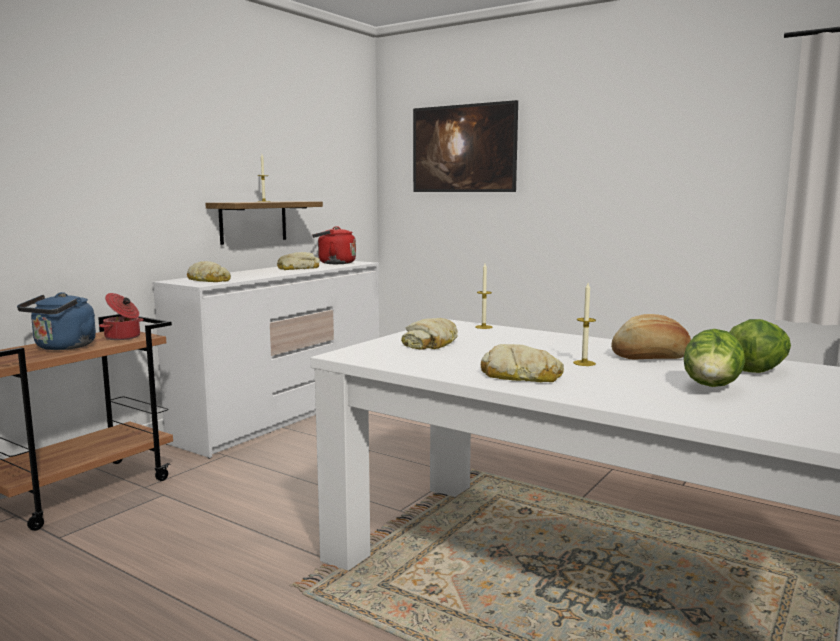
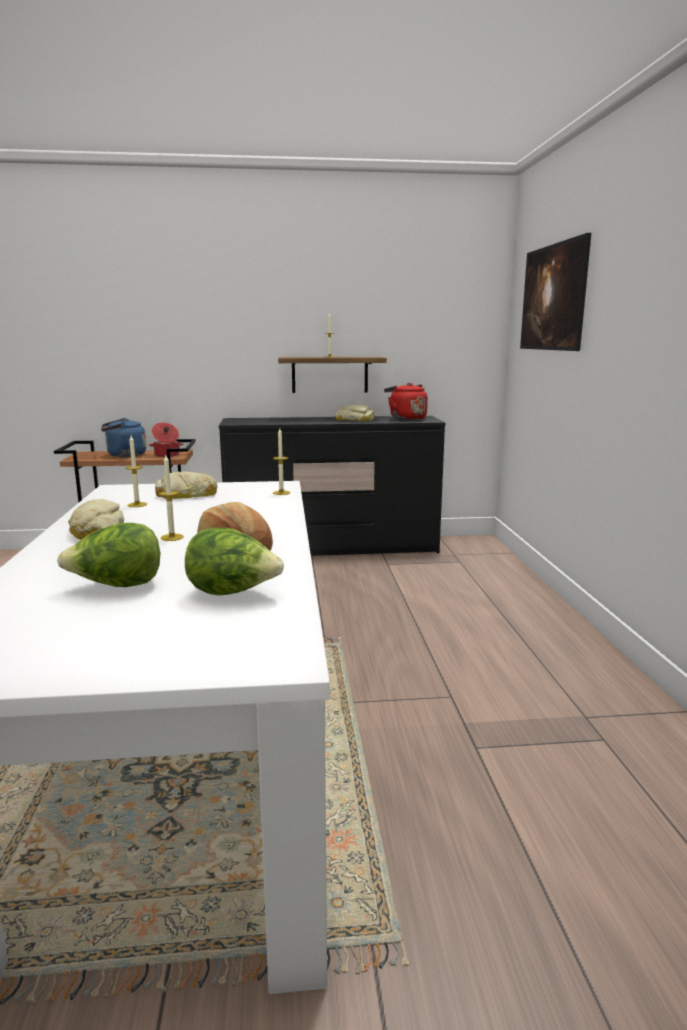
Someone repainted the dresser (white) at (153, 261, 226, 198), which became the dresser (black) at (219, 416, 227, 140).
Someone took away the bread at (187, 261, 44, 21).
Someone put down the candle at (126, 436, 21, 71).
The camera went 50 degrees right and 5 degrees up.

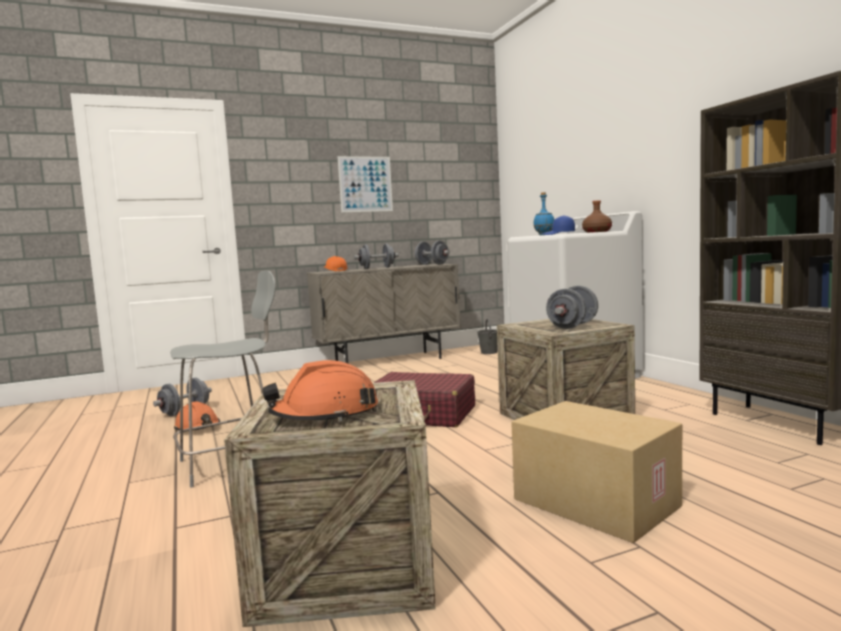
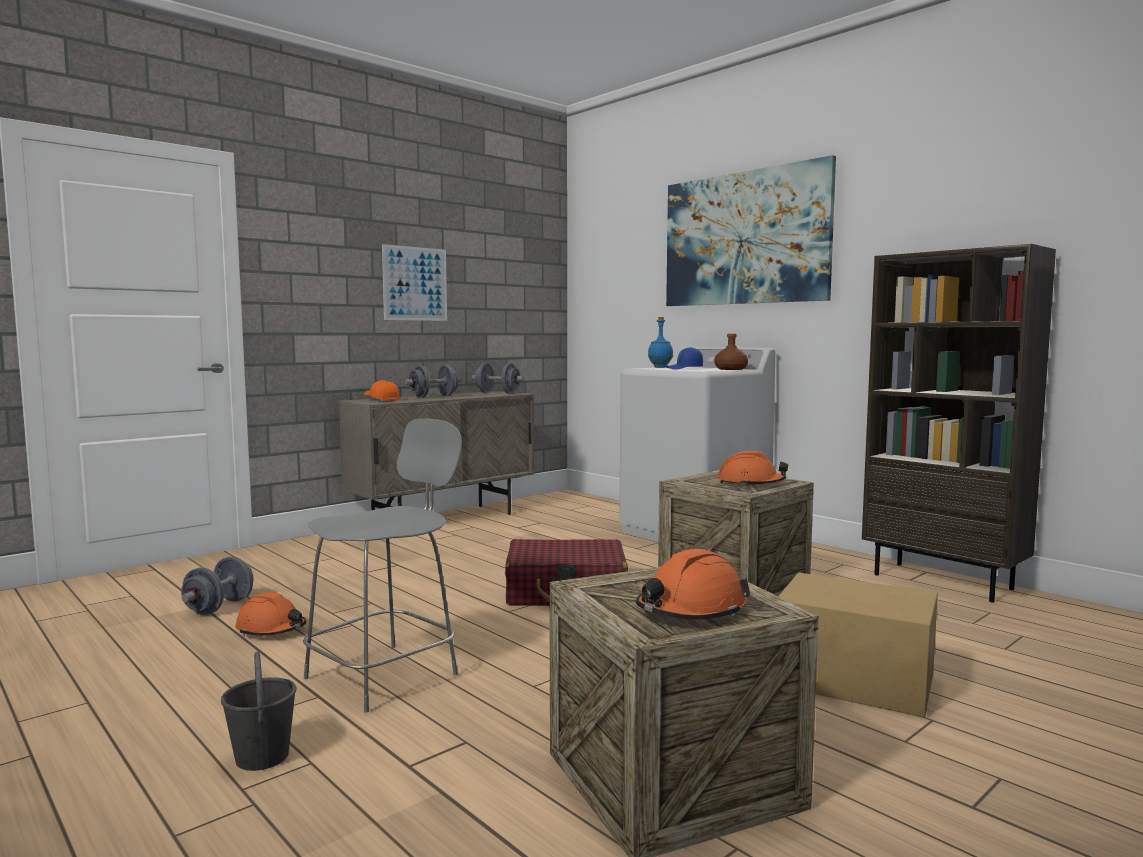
Someone carried the bucket (grey) from (477, 318, 21, 36) to (221, 652, 75, 119).
Someone swapped the dumbbell (grey) at (546, 286, 52, 43) for the hard hat (orange) at (718, 451, 70, 35).
Someone put up the picture at (666, 155, 170, 151).
The camera went 20 degrees left and 0 degrees up.

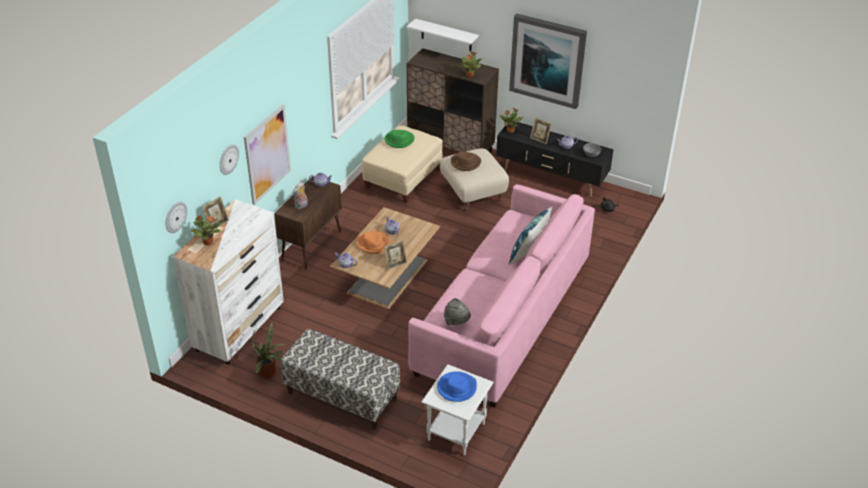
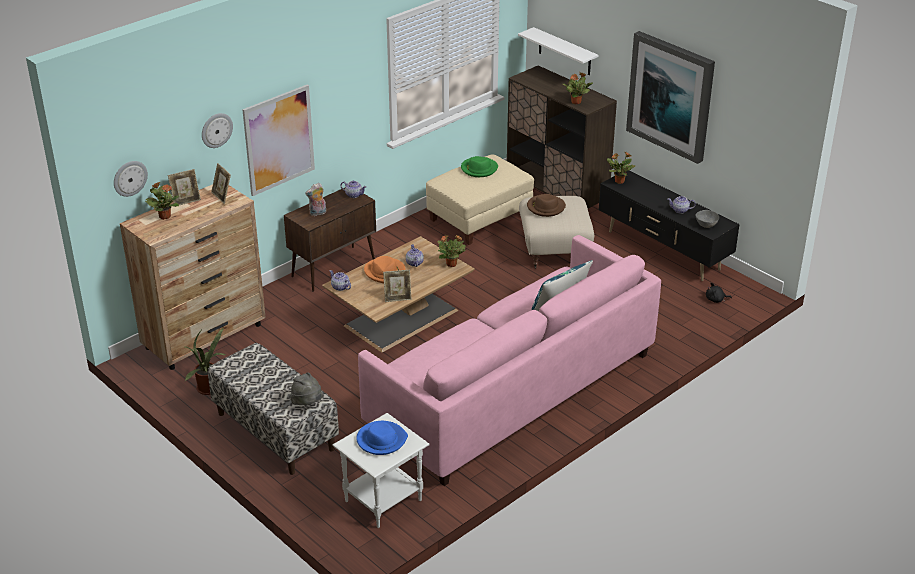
Someone repainted the dresser (white) at (173, 199, 111, 165), which became the dresser (brown) at (120, 184, 146, 186).
Someone carried the hat (grey) from (444, 298, 27, 27) to (290, 372, 32, 33).
Someone carried the picture frame from (530, 117, 22, 27) to (211, 163, 20, 41).
Someone put down the potted plant at (437, 235, 29, 32).
The camera went 20 degrees right and 5 degrees down.

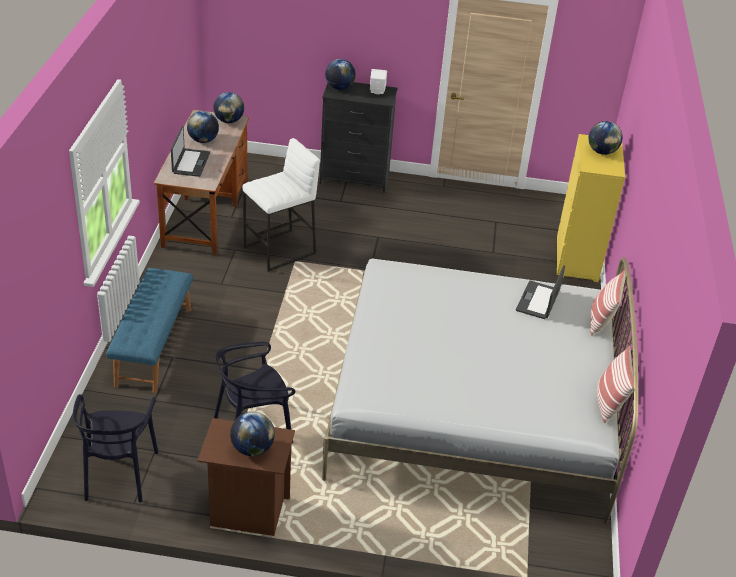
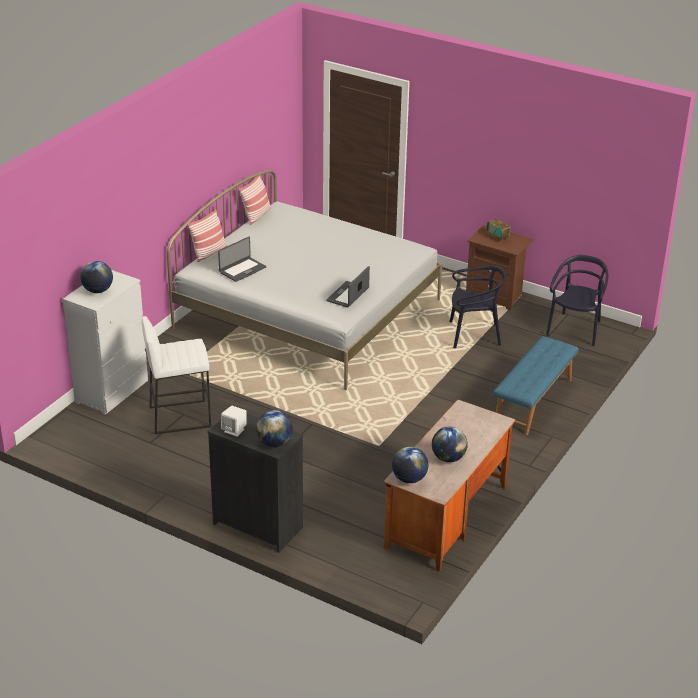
Someone carried the laptop from (171, 126, 39, 51) to (326, 266, 44, 42).
Someone swapped the globe at (230, 412, 45, 44) for the radio at (486, 215, 25, 27).
Someone carried the stool (white) from (242, 138, 78, 134) to (142, 316, 69, 118).
Someone repainted the dresser (yellow) at (557, 134, 68, 148), which became the dresser (white) at (63, 270, 85, 144).
The camera went 155 degrees left and 5 degrees down.

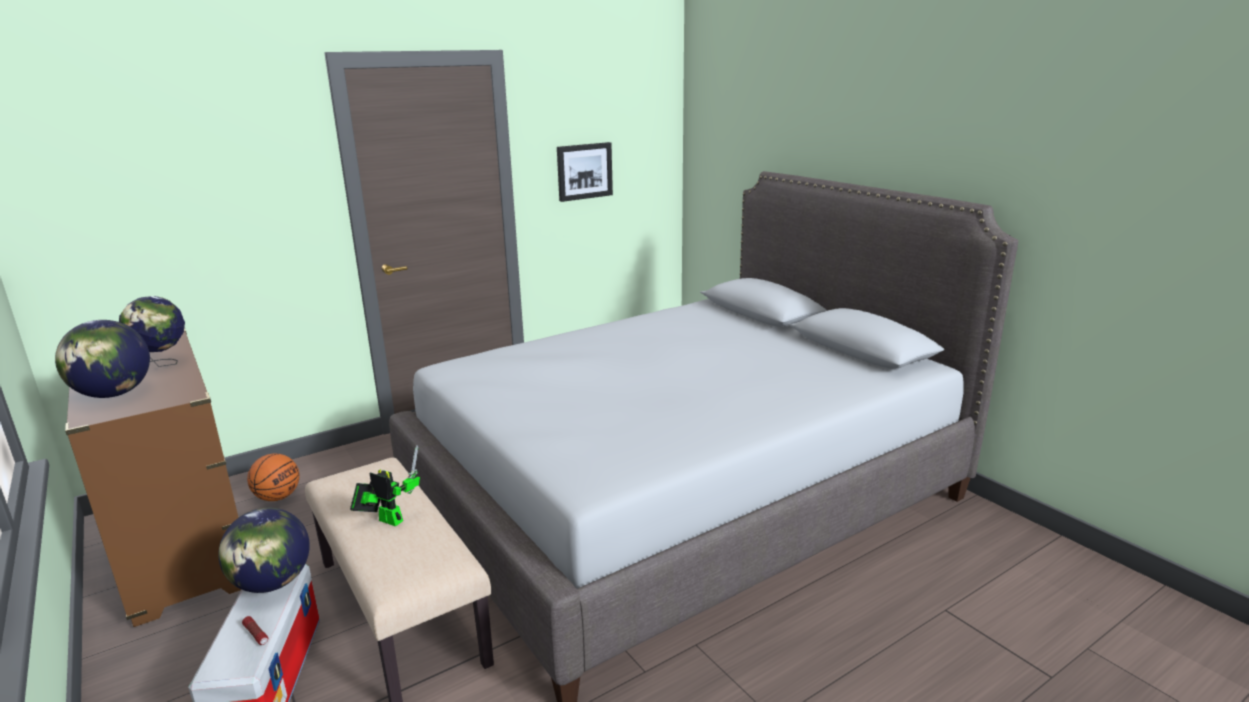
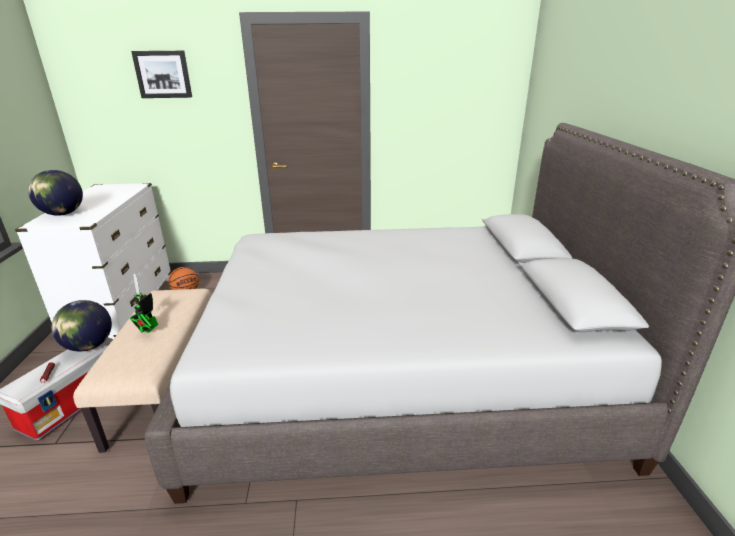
Someone repainted the dresser (brown) at (65, 327, 176, 300), which became the dresser (white) at (15, 183, 156, 156).
Someone took away the globe at (119, 296, 66, 71).
Someone rotated the toy robot at (350, 445, 70, 82) by 135 degrees counterclockwise.
Someone carried the picture from (557, 142, 56, 60) to (131, 51, 61, 47).
The camera went 30 degrees right and 5 degrees up.

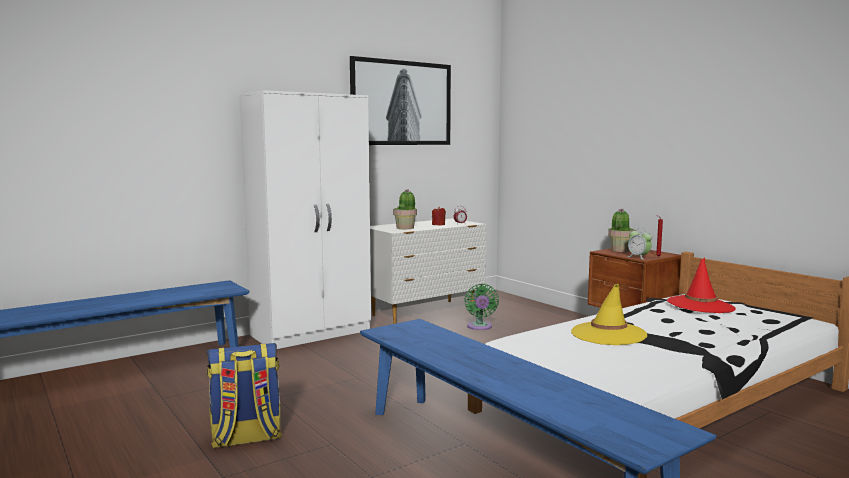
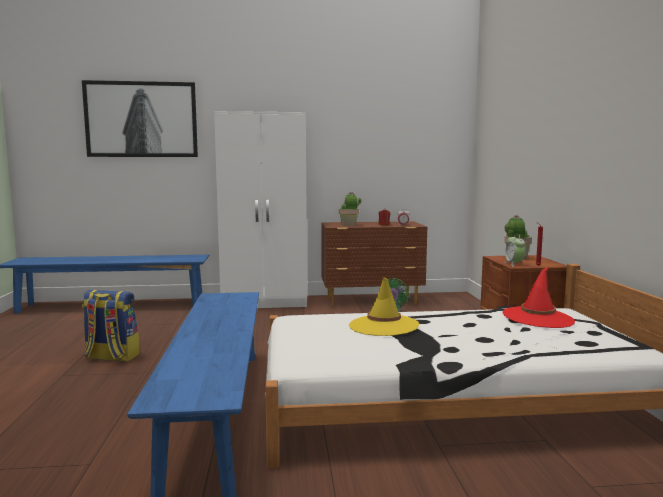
Someone carried the picture from (350, 56, 101, 89) to (82, 80, 116, 77).
Someone repainted the dresser (white) at (370, 219, 116, 105), which became the dresser (brown) at (321, 221, 106, 85).
The camera went 30 degrees right and 0 degrees up.

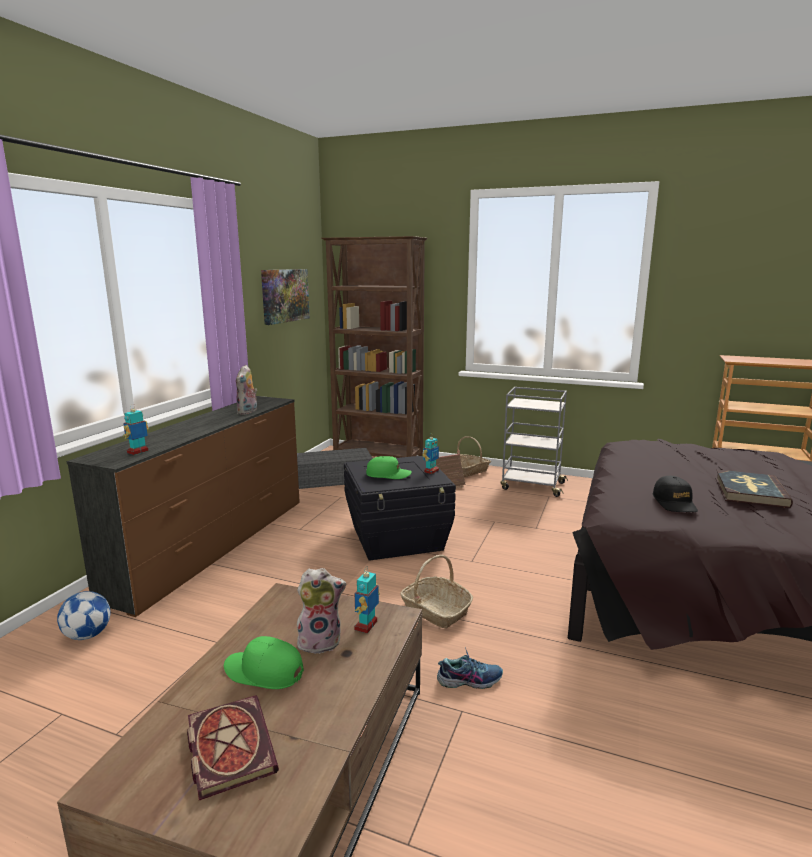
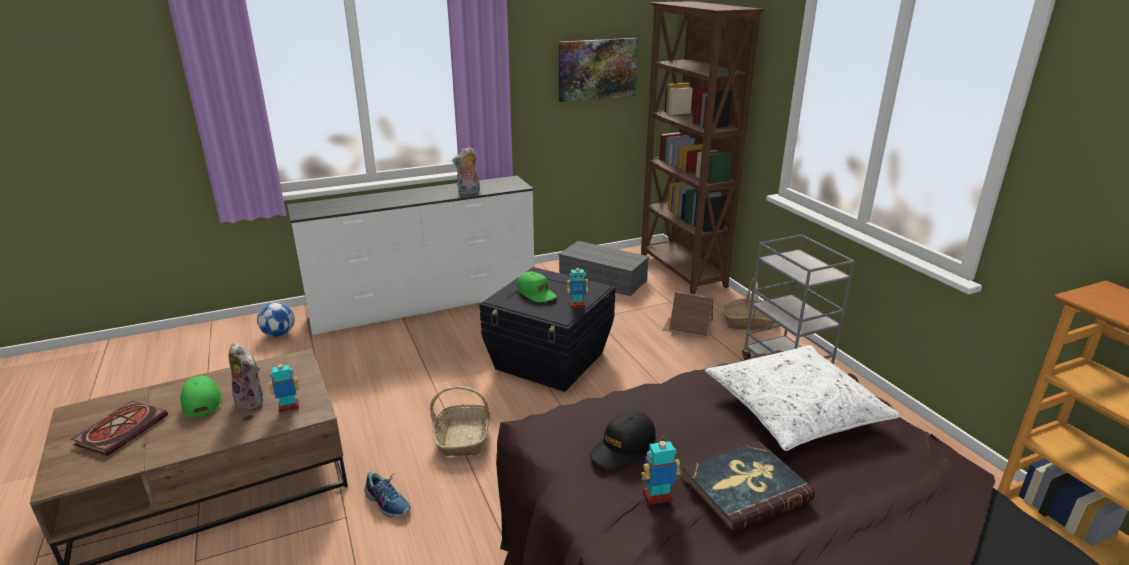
Someone repainted the dresser (brown) at (66, 396, 234, 221), which became the dresser (white) at (287, 176, 247, 159).
Someone carried the toy robot from (123, 404, 26, 51) to (641, 436, 39, 69).
Someone put down the pillow (white) at (705, 345, 196, 106).
The camera went 45 degrees right and 10 degrees up.

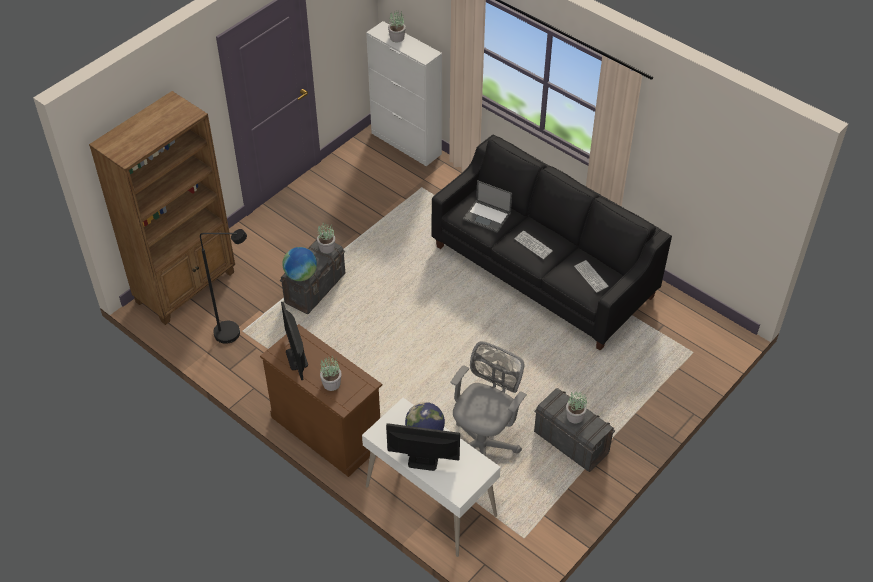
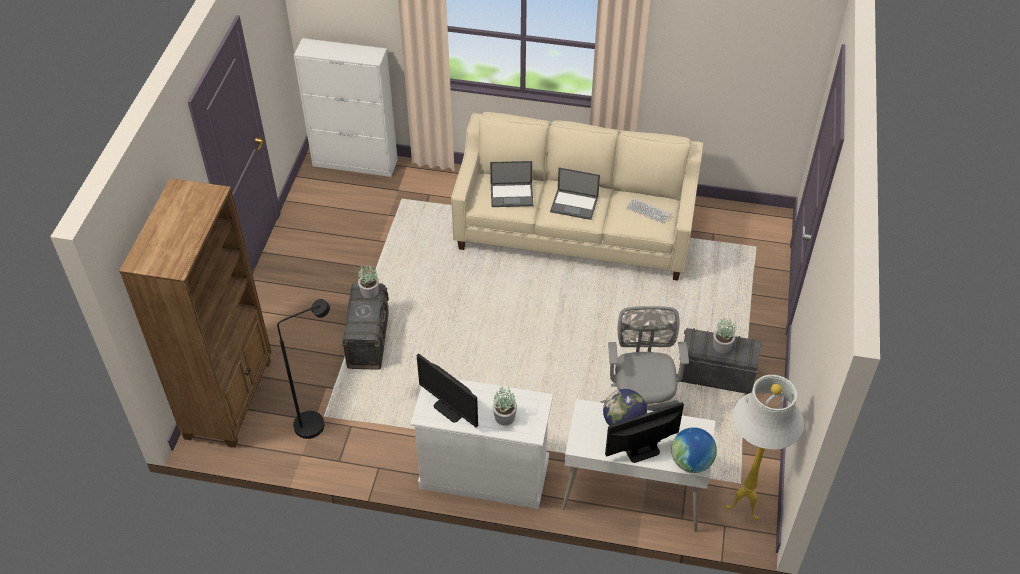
Someone repainted the dresser (brown) at (260, 324, 122, 153), which became the dresser (white) at (410, 379, 143, 130).
Someone carried the globe from (282, 247, 35, 34) to (671, 427, 46, 46).
Someone took away the potted plant at (388, 10, 18, 32).
Someone repainted the sofa (black) at (431, 135, 241, 216), which became the sofa (beige) at (451, 112, 252, 168).
Someone swapped the keyboard at (514, 230, 39, 29) for the laptop at (550, 167, 50, 53).
Someone put down the floor lamp (white) at (725, 375, 79, 145).
The camera went 30 degrees left and 0 degrees up.

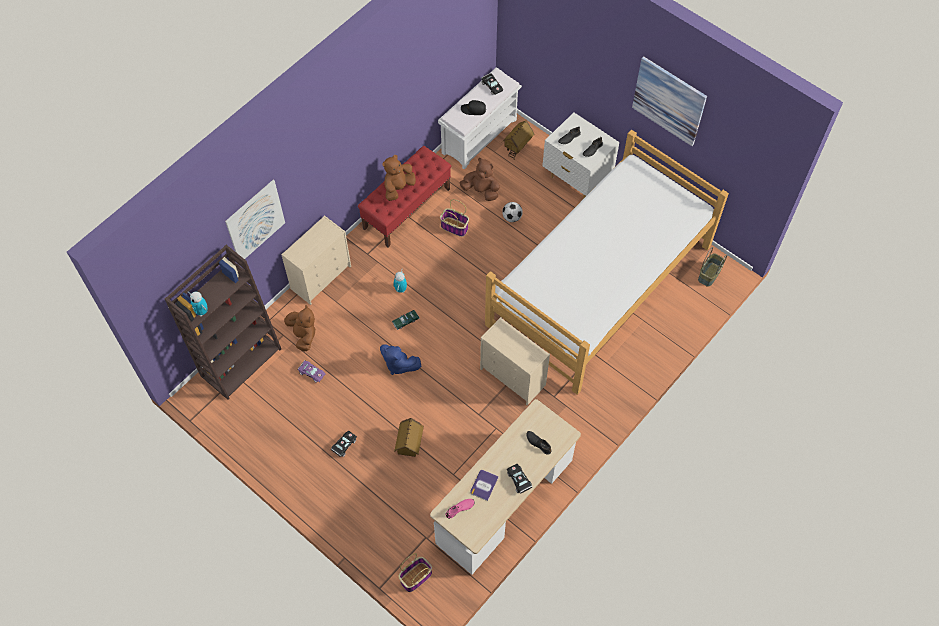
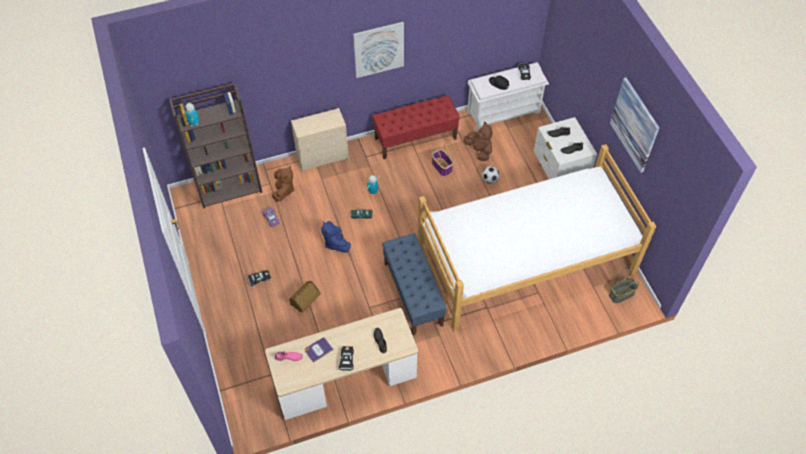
Someone carried the picture from (225, 180, 60, 79) to (353, 22, 51, 56).
Someone took away the plush toy (brown) at (382, 155, 34, 46).
Someone took away the basket at (399, 553, 33, 39).
Someone swapped the dresser (beige) at (480, 317, 70, 88) for the bench (blue) at (382, 233, 65, 102).
Someone took away the toy house at (502, 121, 32, 39).
The camera went 30 degrees right and 5 degrees down.

